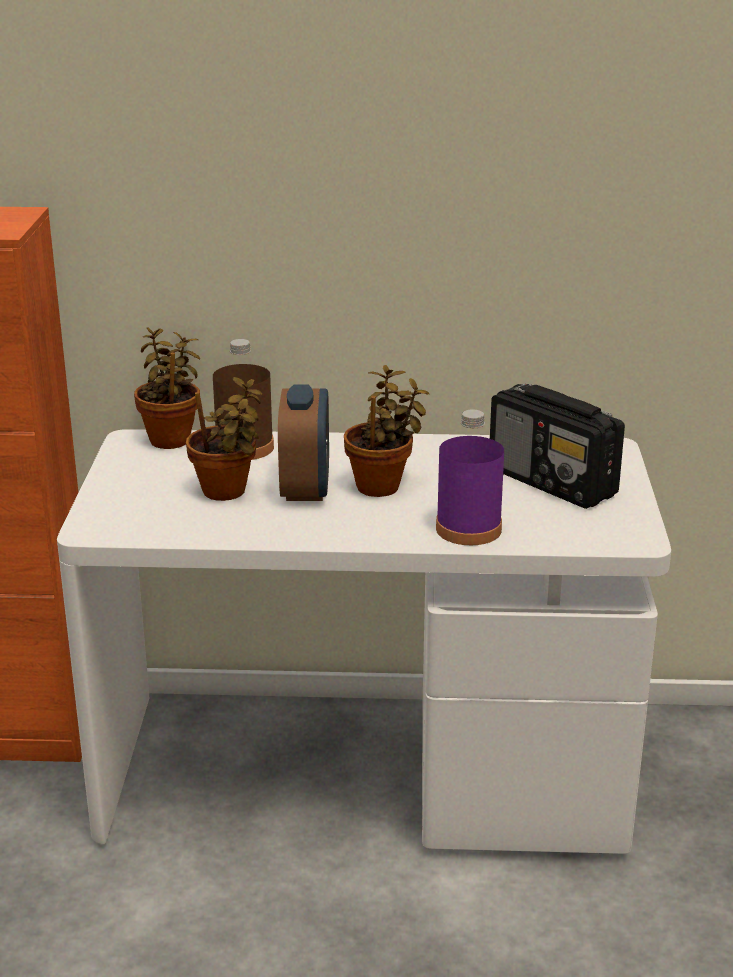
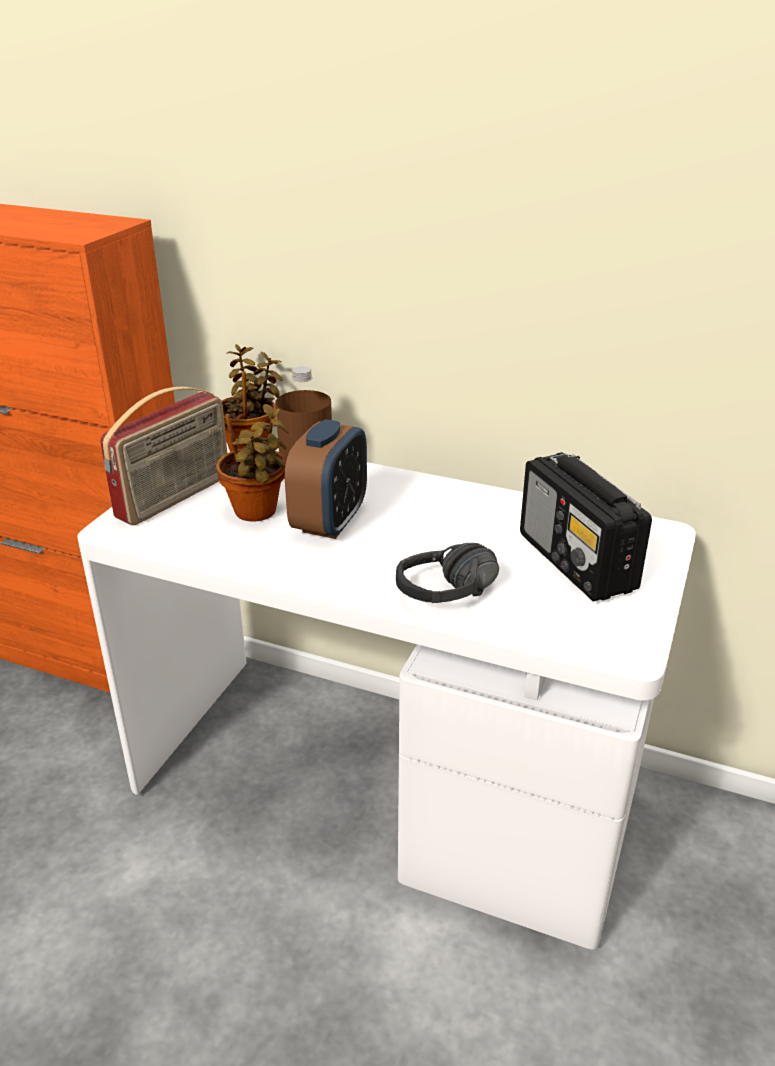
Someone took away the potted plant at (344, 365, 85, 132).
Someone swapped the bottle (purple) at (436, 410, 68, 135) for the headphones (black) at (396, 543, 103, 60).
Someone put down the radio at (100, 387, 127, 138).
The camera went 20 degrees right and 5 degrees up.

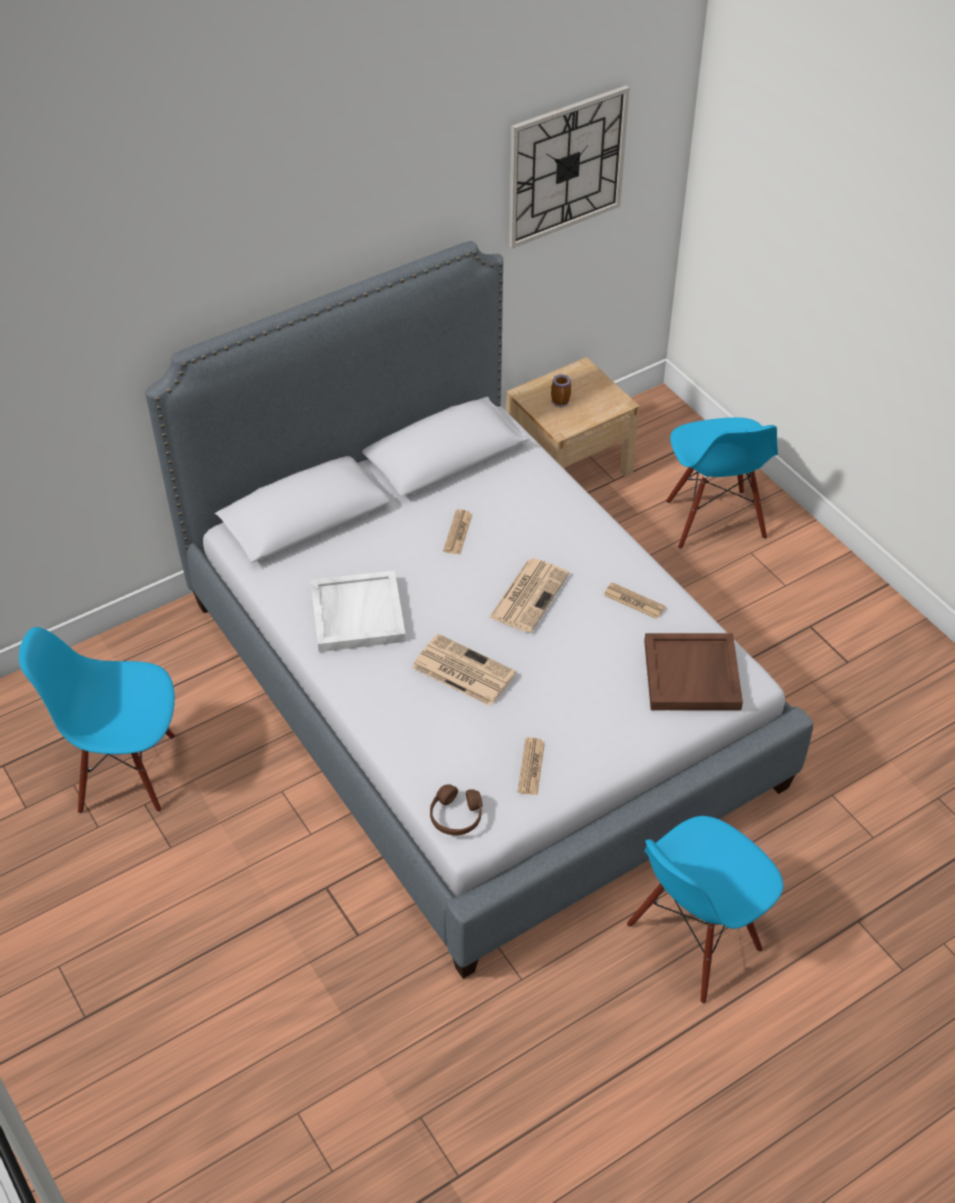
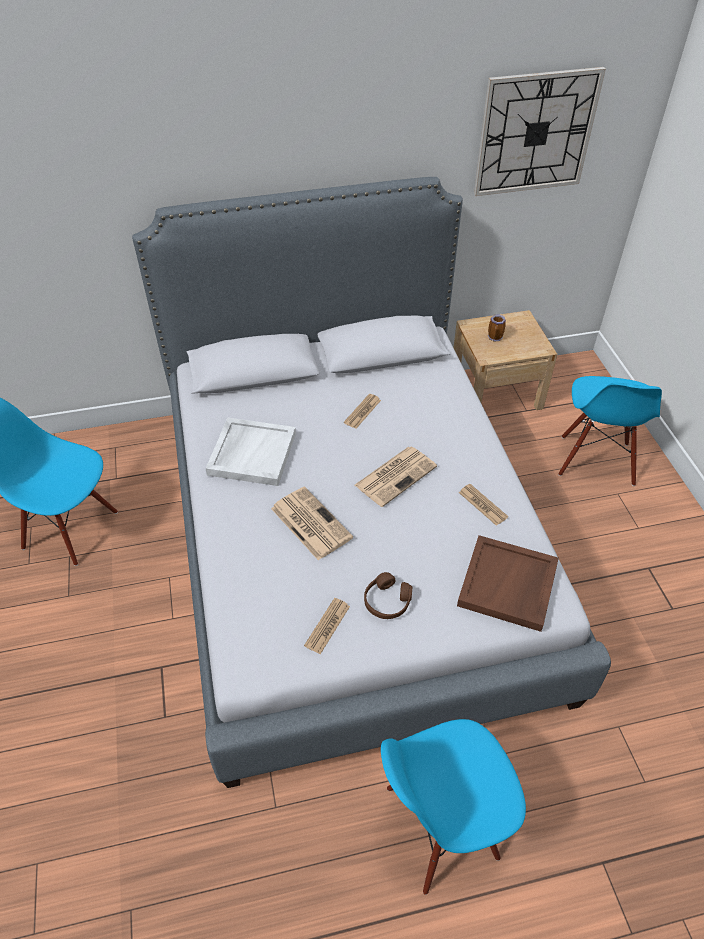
Someone carried the headphones (brown) from (430, 784, 52, 52) to (364, 572, 48, 47).
The camera went 20 degrees right and 0 degrees up.

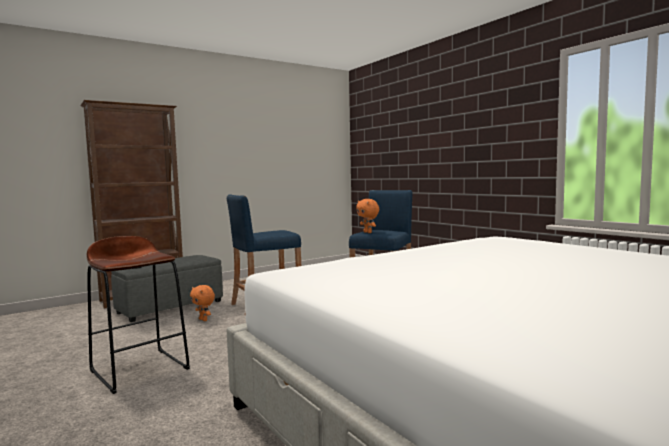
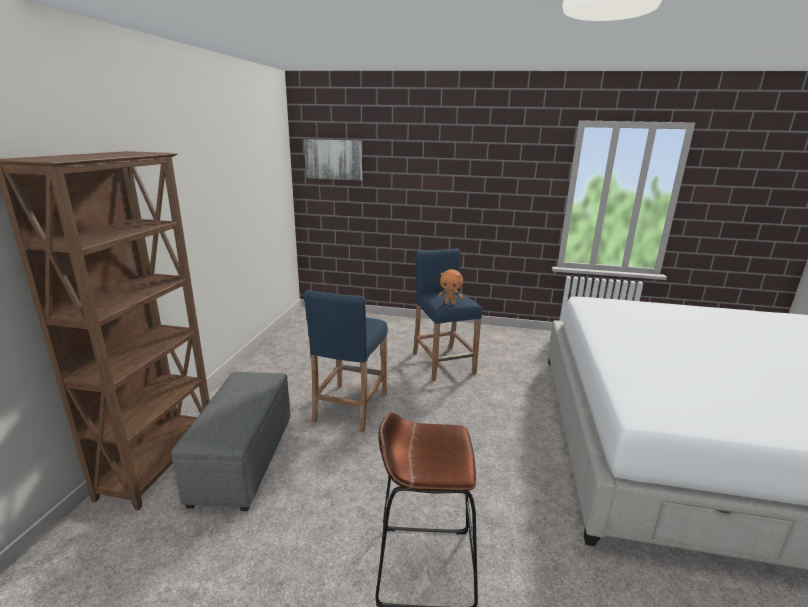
Someone took away the plush toy (orange) at (190, 285, 25, 36).
Someone put up the picture at (304, 139, 58, 42).
The camera went 45 degrees left and 15 degrees up.

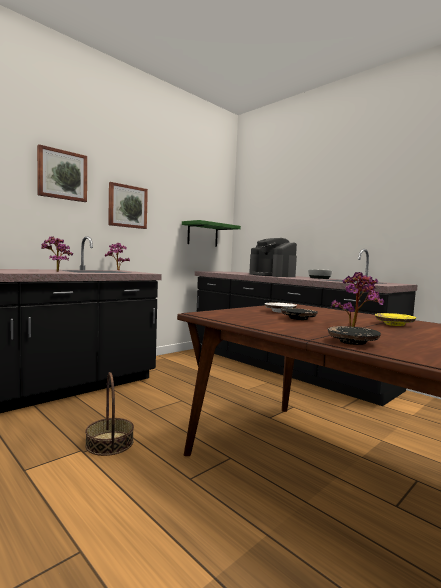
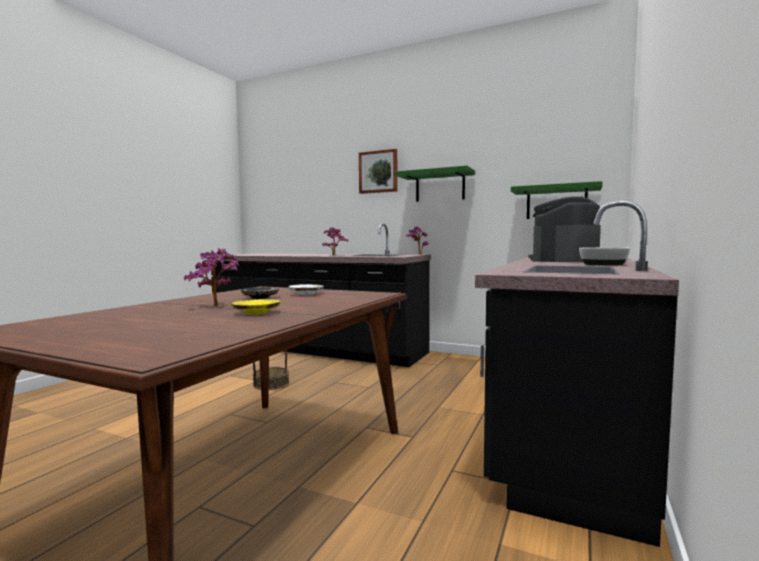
Someone swapped the picture at (108, 182, 40, 47) for the shelf (green) at (395, 165, 80, 37).
Someone took away the plate (black) at (328, 326, 53, 19).
The camera went 70 degrees right and 0 degrees up.

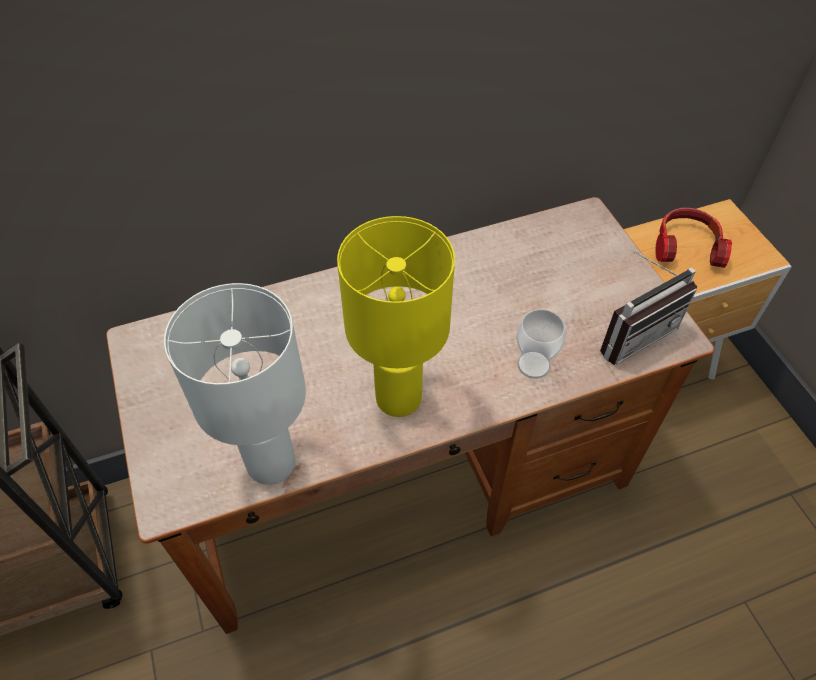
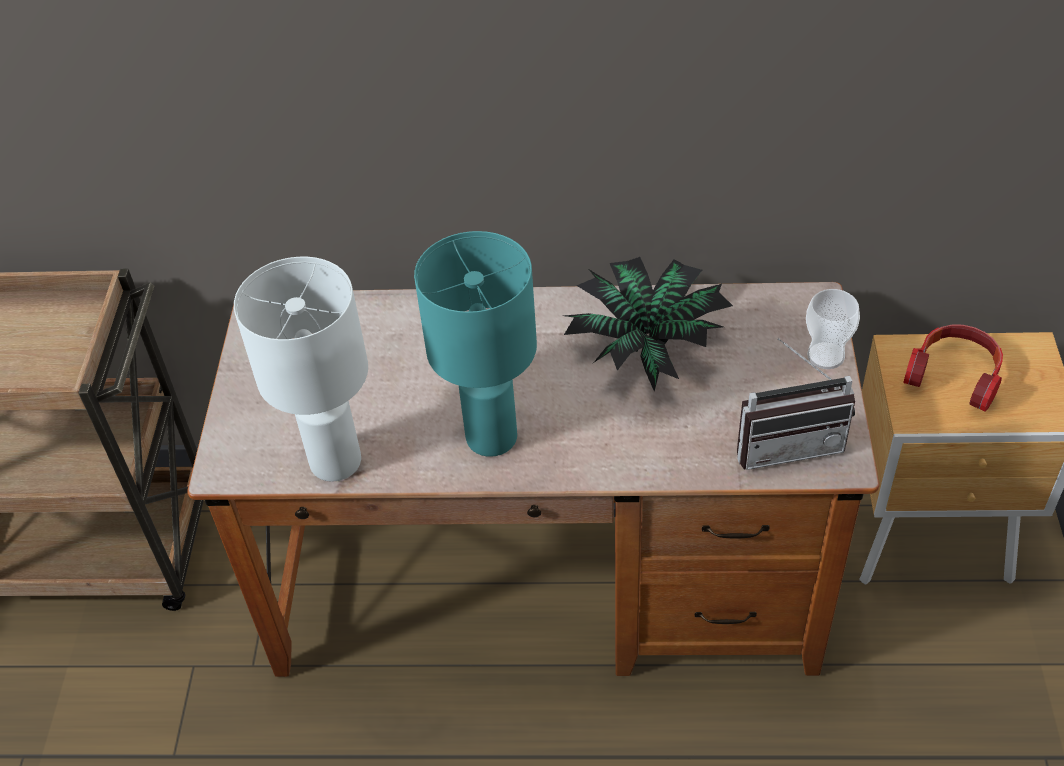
Someone repainted the table lamp (yellow) at (337, 216, 118, 201), which became the table lamp (turquoise) at (414, 231, 123, 226).
Someone carried the cup from (516, 309, 50, 70) to (806, 289, 54, 80).
Someone put down the potted plant at (564, 257, 169, 135).
The camera went 25 degrees right and 5 degrees down.

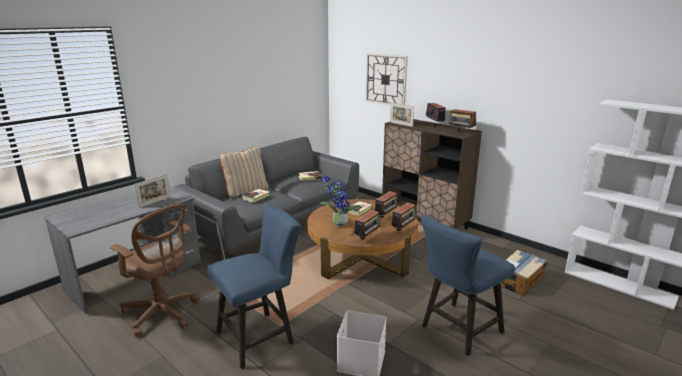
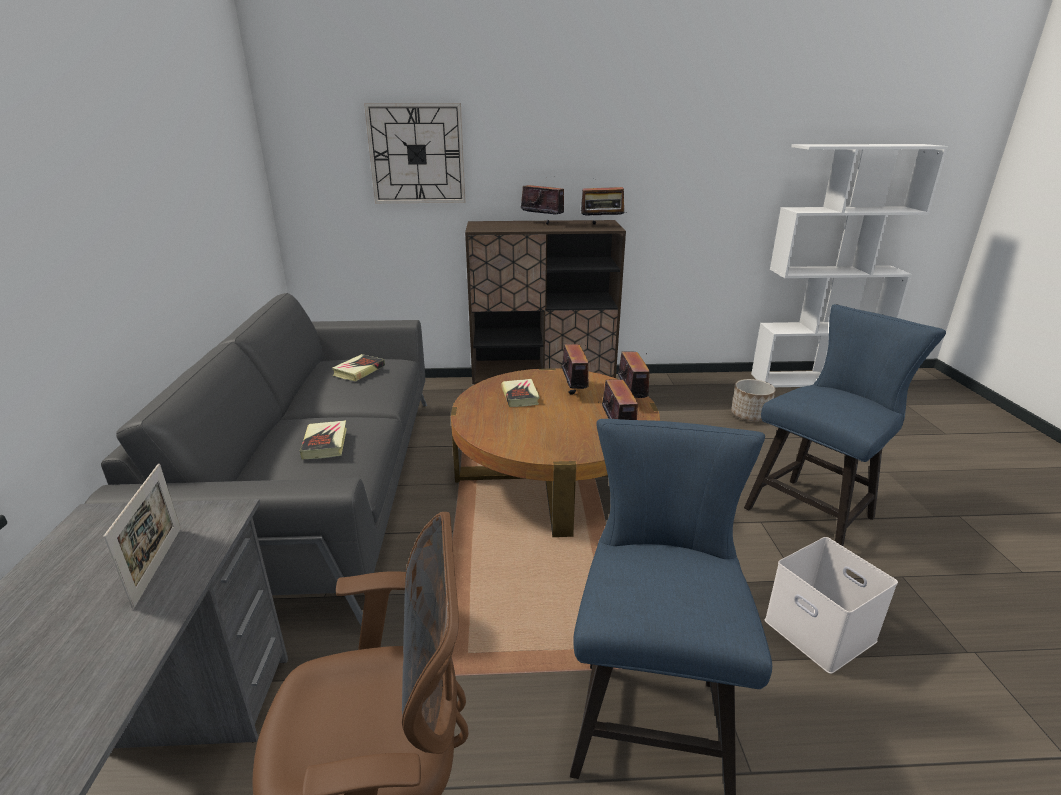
Someone took away the pillow (beige) at (219, 147, 50, 51).
Someone took away the potted plant at (320, 176, 37, 51).
Someone took away the picture frame at (390, 103, 24, 24).
Someone rotated the chair (blue) at (421, 215, 94, 141) by 135 degrees counterclockwise.
Someone swapped the cardboard box at (501, 250, 46, 46) for the planter at (731, 379, 44, 42).
The camera went 45 degrees left and 5 degrees up.

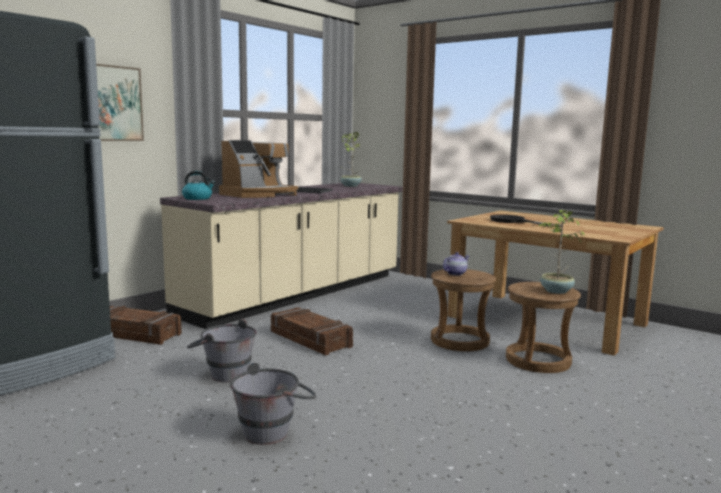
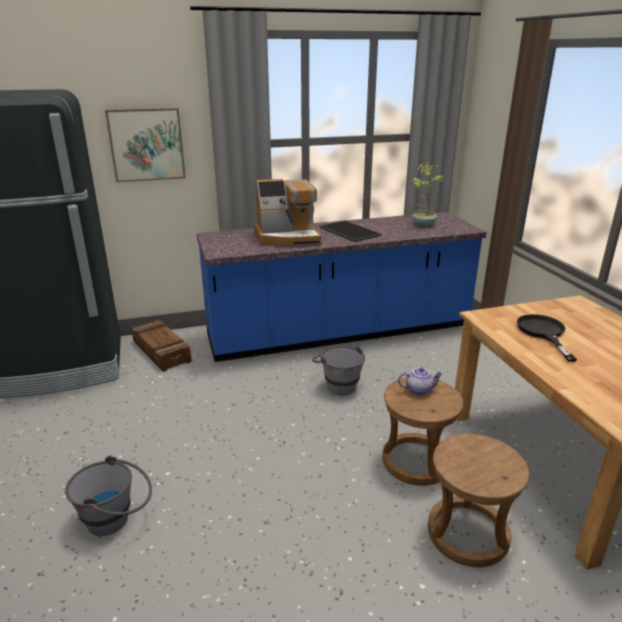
Someone repainted the counter (beige) at (160, 183, 243, 146), which became the counter (blue) at (197, 212, 290, 150).
Someone took away the kettle at (182, 171, 33, 29).
Someone carried the bucket (grey) from (187, 319, 70, 64) to (312, 346, 53, 49).
Someone took away the crate at (271, 307, 82, 48).
Someone took away the potted plant at (539, 210, 46, 84).
The camera went 35 degrees right and 15 degrees up.

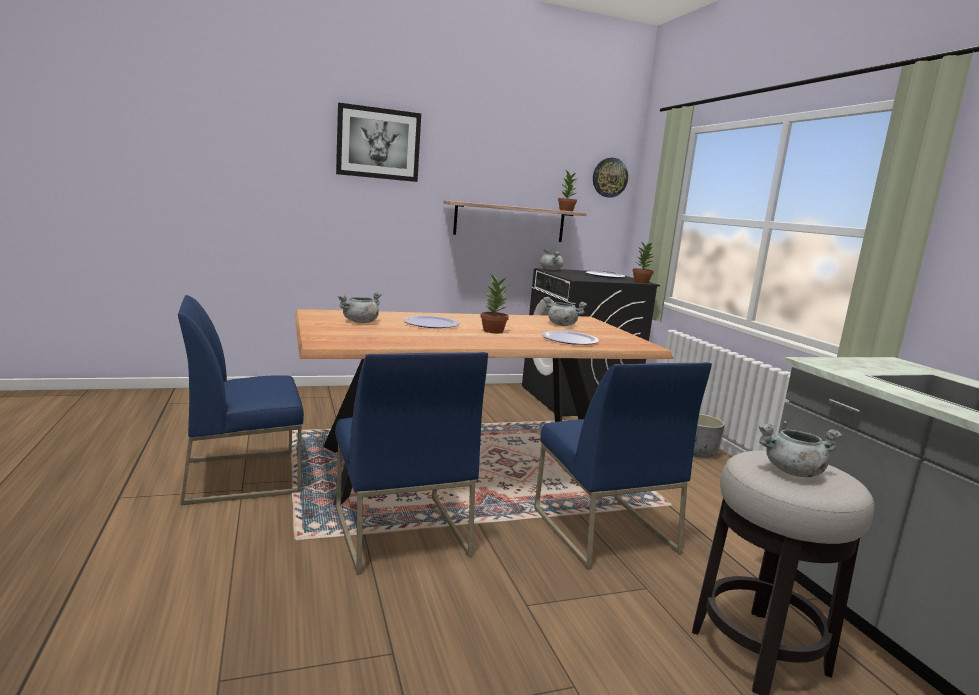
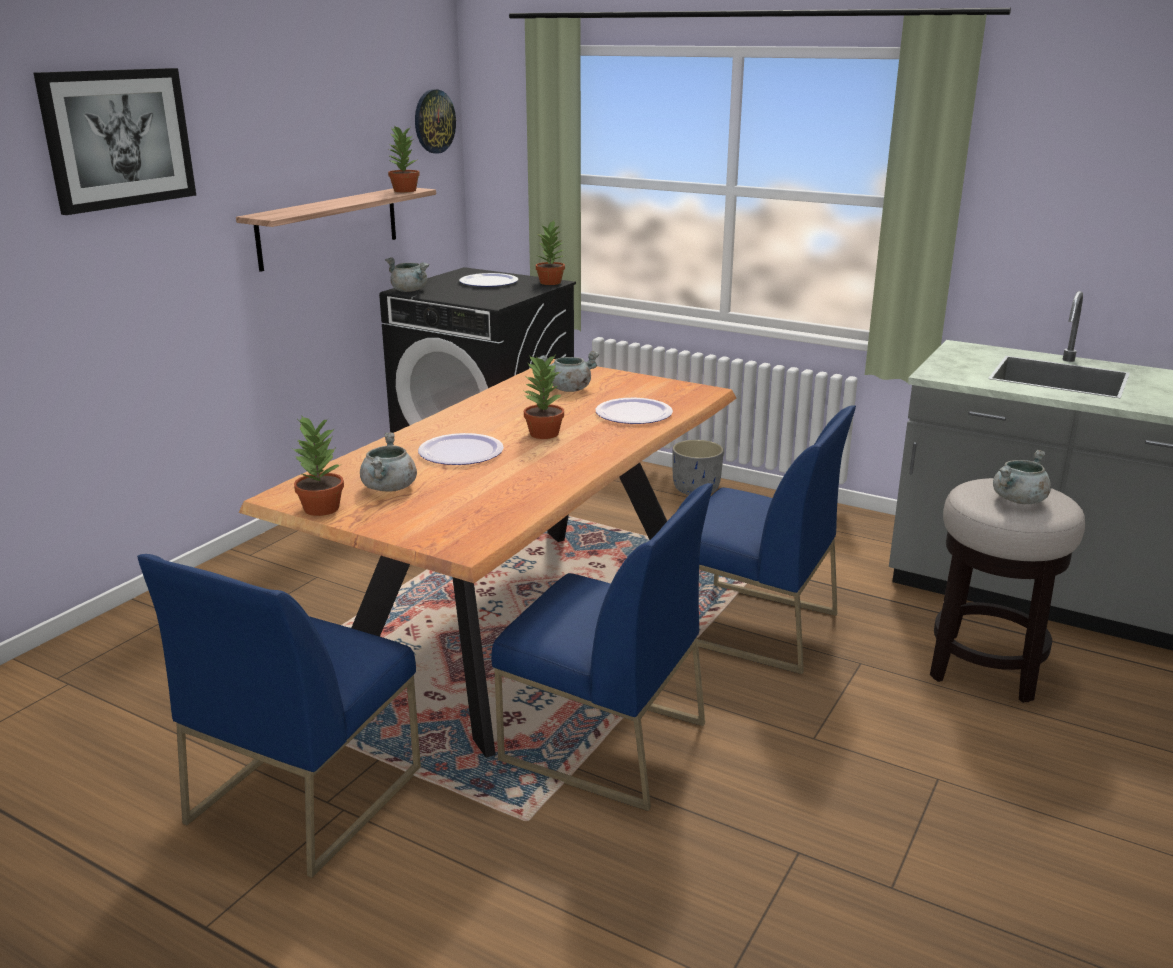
Someone put down the potted plant at (293, 416, 51, 100).
The camera went 40 degrees left and 10 degrees up.

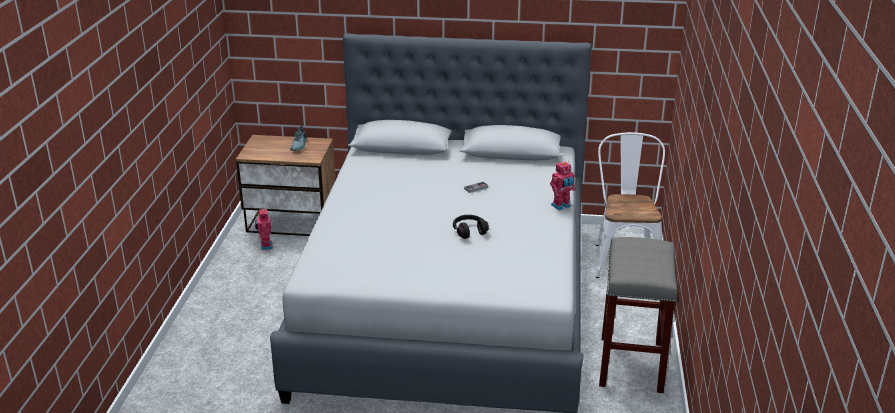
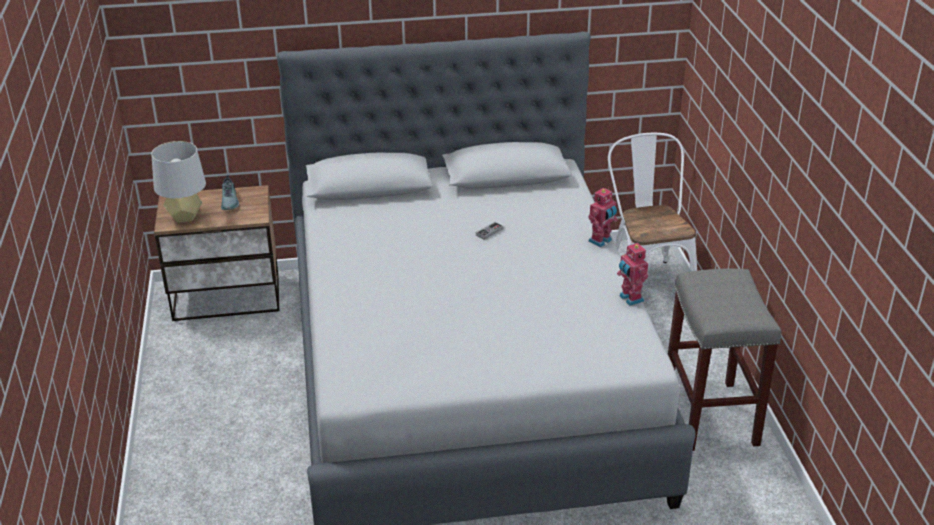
Someone carried the toy robot from (255, 209, 18, 41) to (617, 242, 31, 64).
Someone took away the headphones (black) at (453, 215, 36, 24).
Someone put down the table lamp (grey) at (151, 141, 55, 81).
The camera went 15 degrees left and 5 degrees up.

